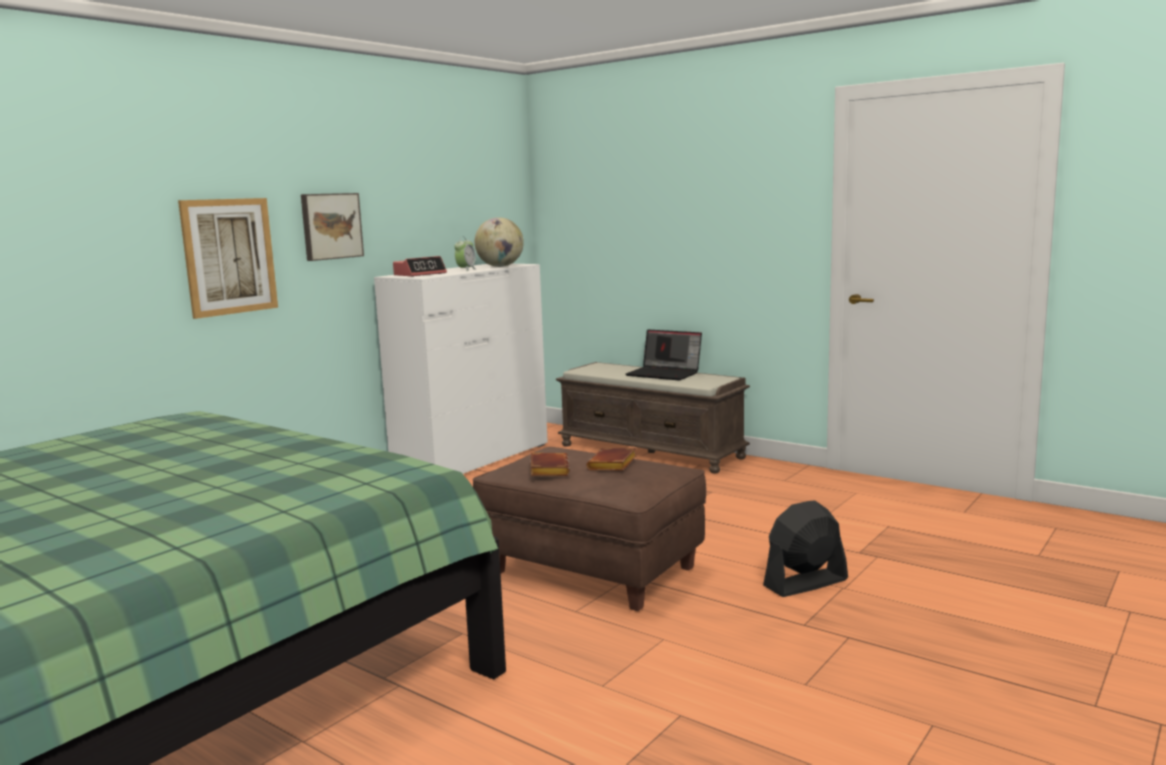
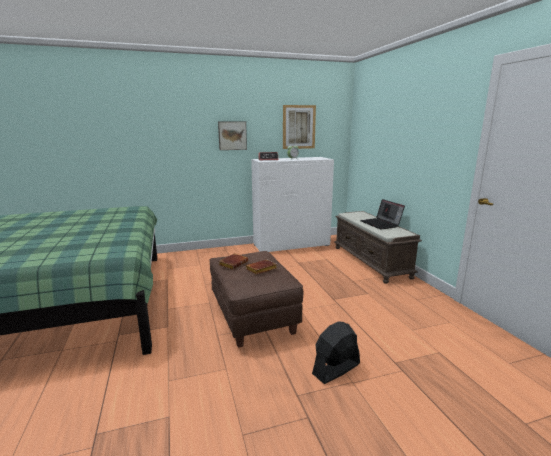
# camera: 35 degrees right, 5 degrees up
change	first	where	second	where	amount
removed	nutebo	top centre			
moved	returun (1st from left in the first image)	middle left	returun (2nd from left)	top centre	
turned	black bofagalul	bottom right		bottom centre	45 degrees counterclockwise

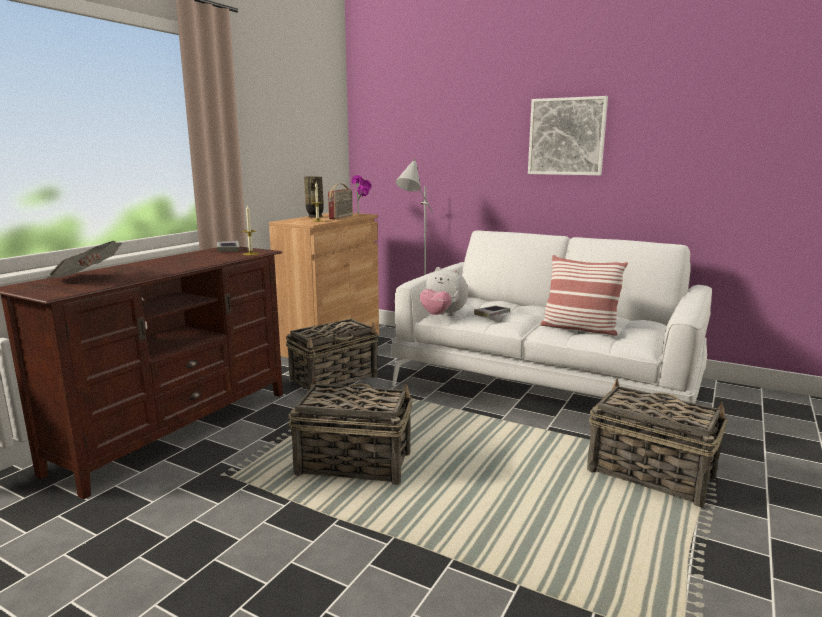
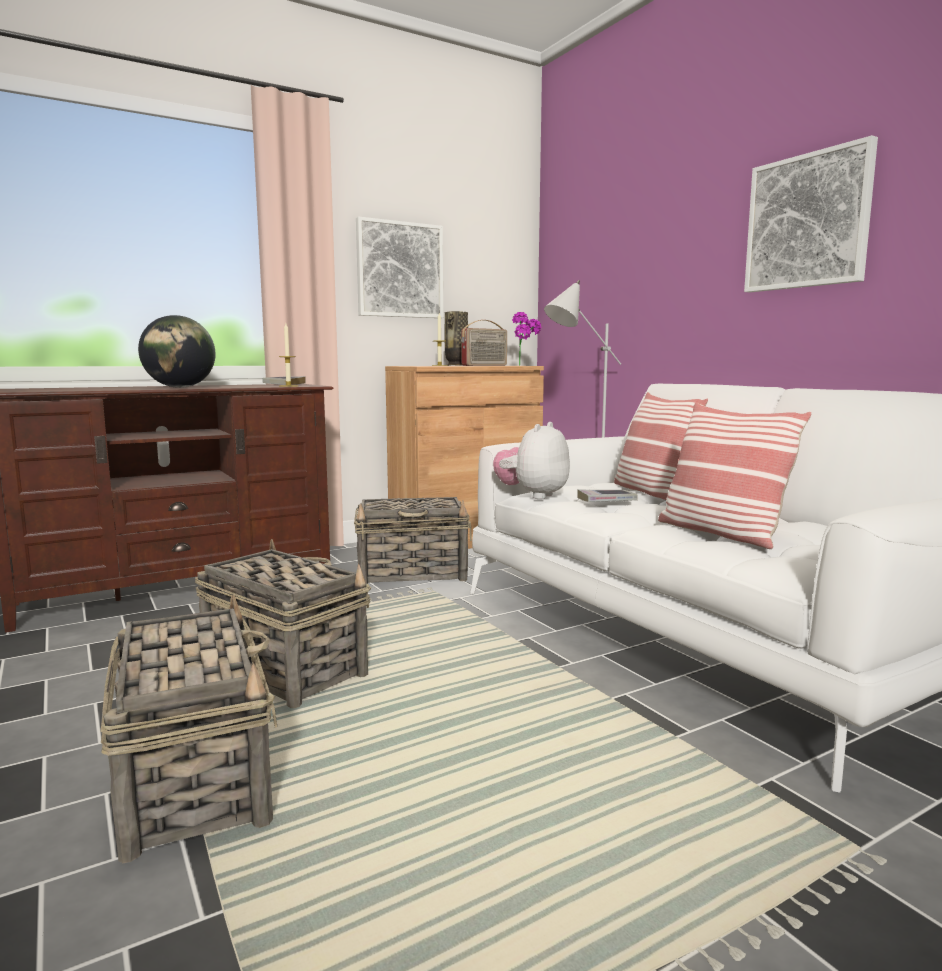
# camera: 30 degrees right, 5 degrees down
change	first	where	second	where	amount
removed	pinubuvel	middle left			
added			nutebo	middle left	
added			returun (1st from left)	top centre	
added			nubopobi (1st from left)	middle right	
moved	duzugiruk (3rd from left in the first image)	bottom right	duzugiruk (1st from left)	bottom left	
turned	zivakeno	centre		centre	60 degrees clockwise

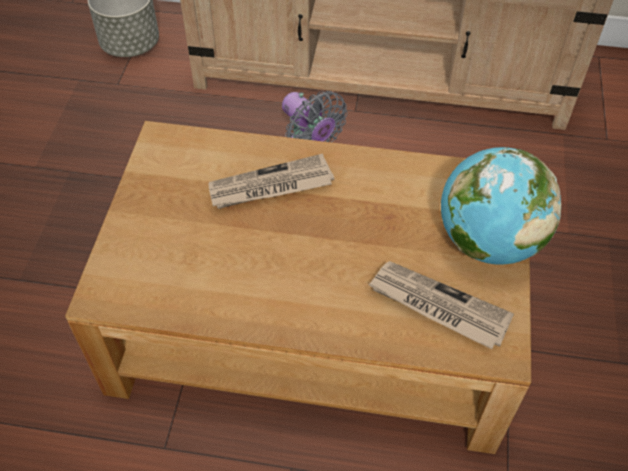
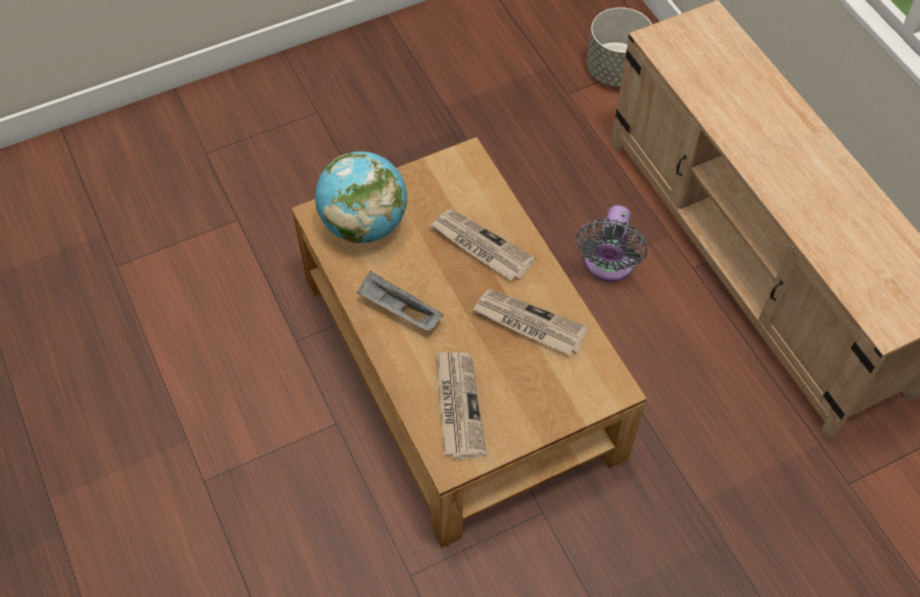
# camera: 55 degrees right, 5 degrees up
change	first	where	second	where	amount
added			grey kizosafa	centre	
added			pinubuvel (3rd from left)	centre	
moved	nutebo	middle right		top centre	

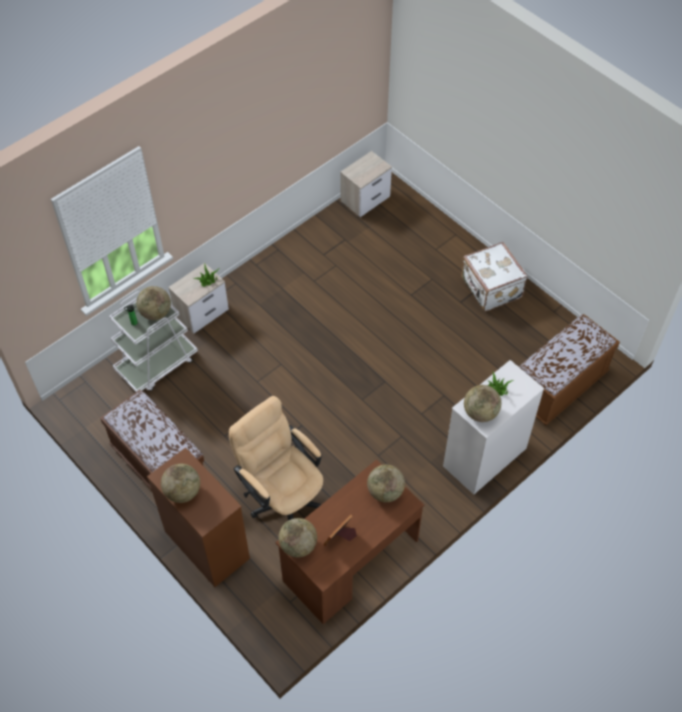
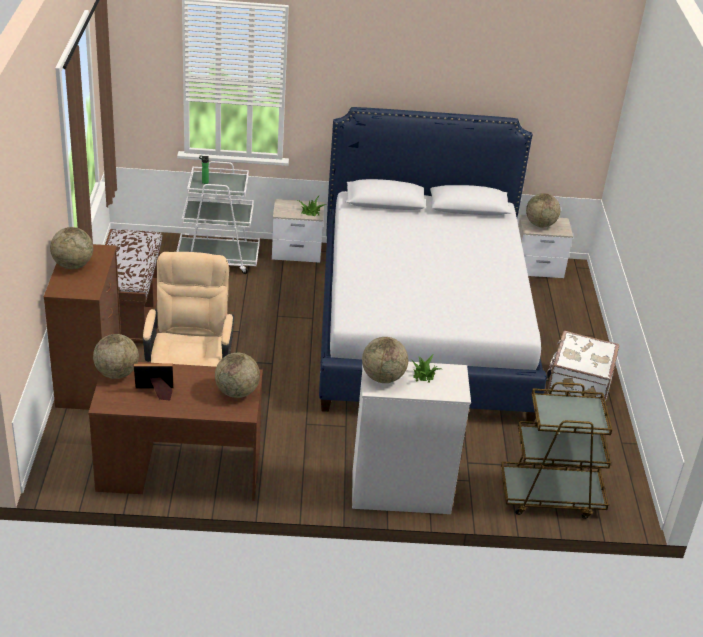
# camera: 40 degrees right, 20 degrees down
change	first	where	second	where	amount
added			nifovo	centre	
moved	nutebo (1st from left in the first image)	middle left	nutebo (5th from left)	top right	
replaced	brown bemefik (2nd from left)	middle right	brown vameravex	bottom right	

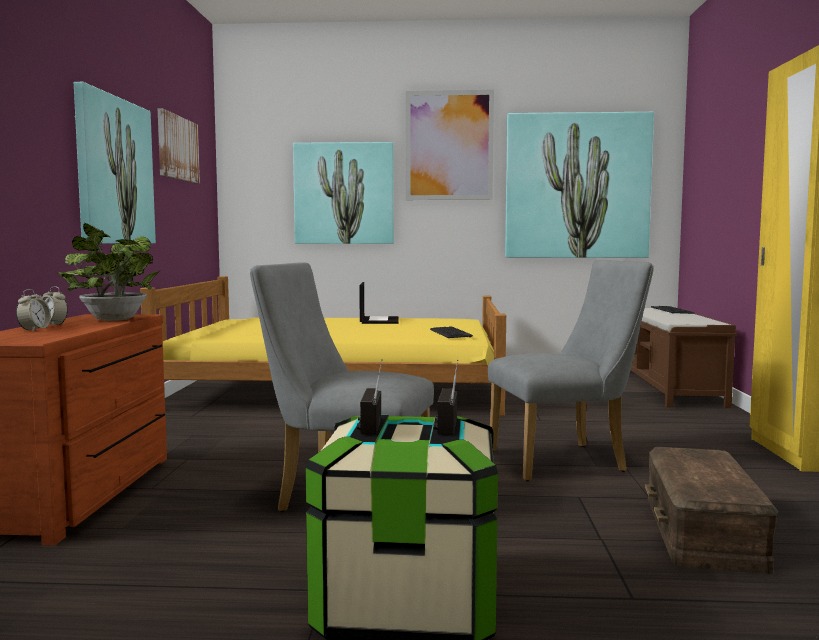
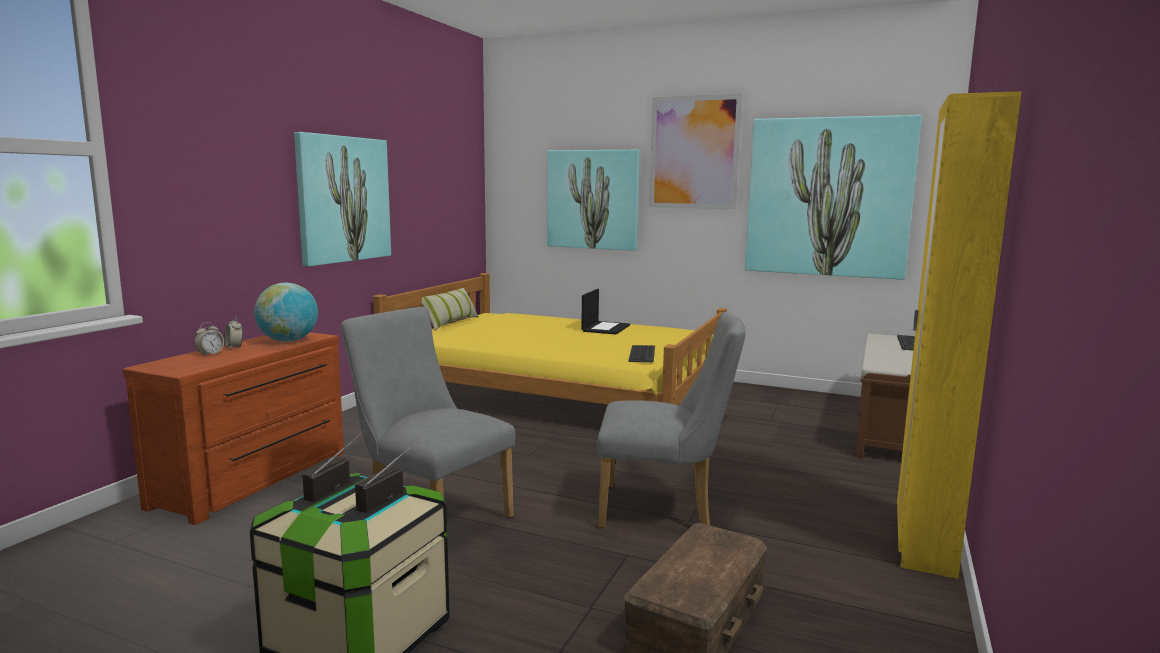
# camera: 20 degrees right, 5 degrees up
change	first	where	second	where	amount
removed	returun (2nd from left)	top left			
added			nubopobi	centre	
replaced	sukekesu	middle left	nutebo	middle left	

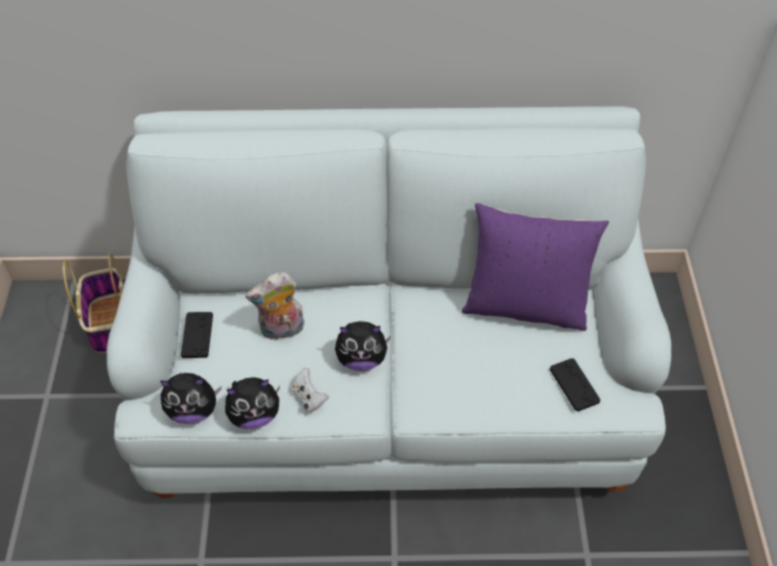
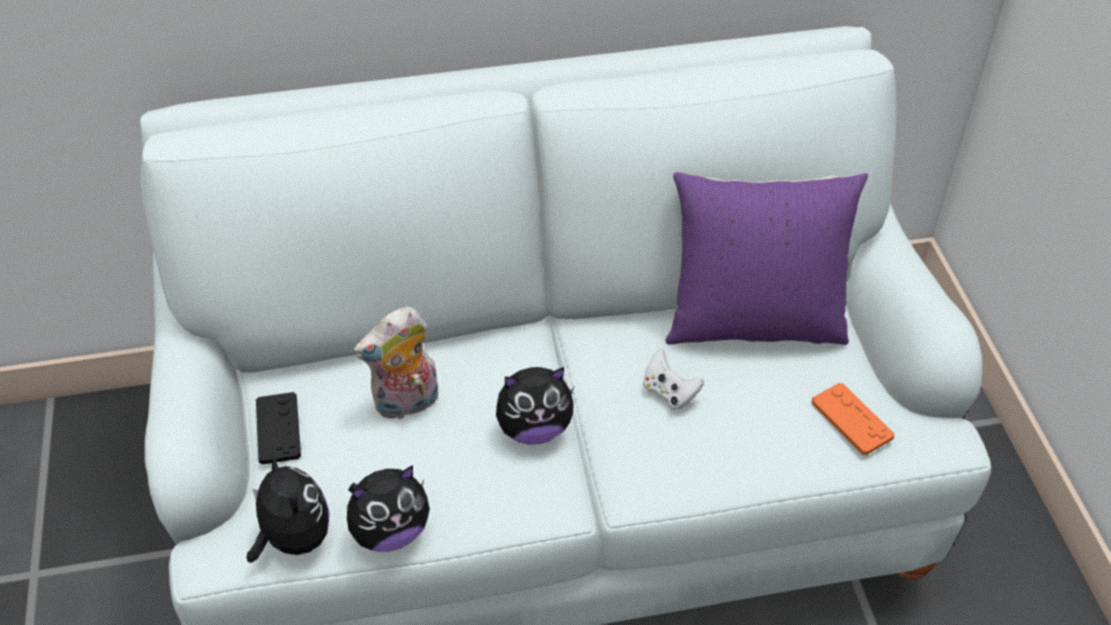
# camera: 10 degrees left, 5 degrees down
change	first	where	second	where	amount
removed	duzugiruk	middle left			
moved	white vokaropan	bottom centre		centre	
recoloured	black vokaropan (2nd from left)	bottom right	orange vokaropan	bottom right	
turned	zivakeno (1st from left)	bottom left		bottom left	105 degrees counterclockwise

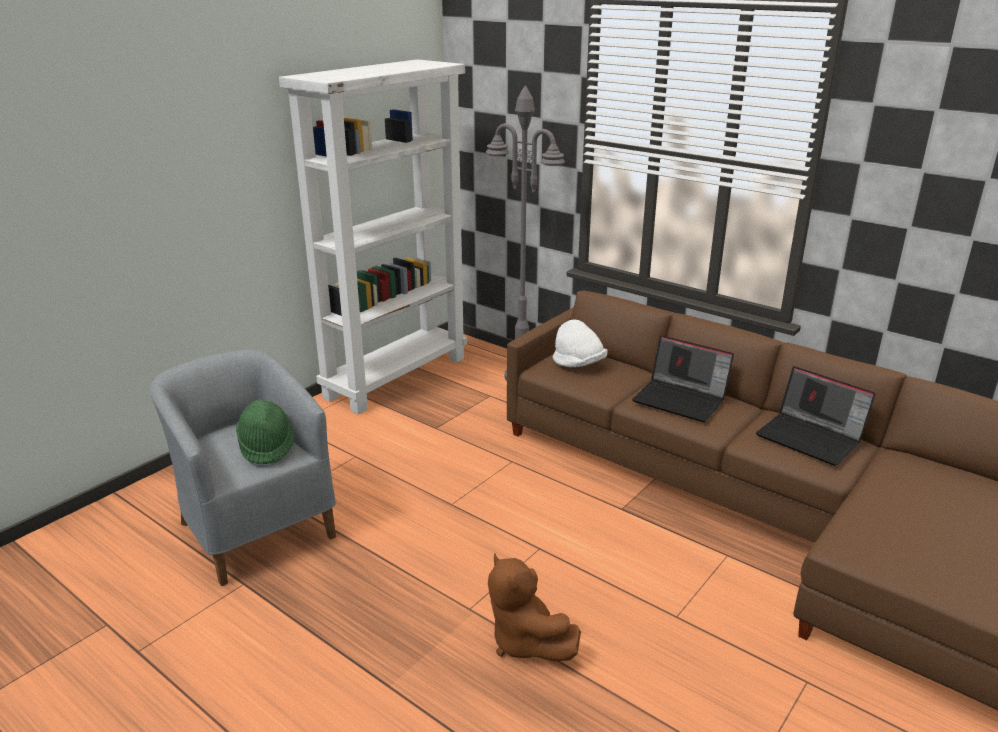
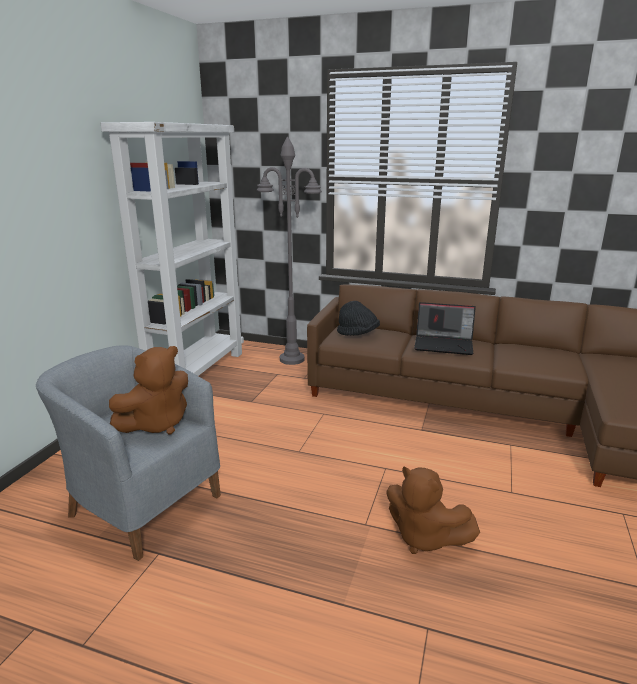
# camera: 20 degrees left, 5 degrees down
change	first	where	second	where	amount
removed	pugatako (2nd from left)	middle right			
replaced	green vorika	middle left	brown zivakeno (1st from left)	middle left	
recoloured	white vorika	centre	black vorika	centre	

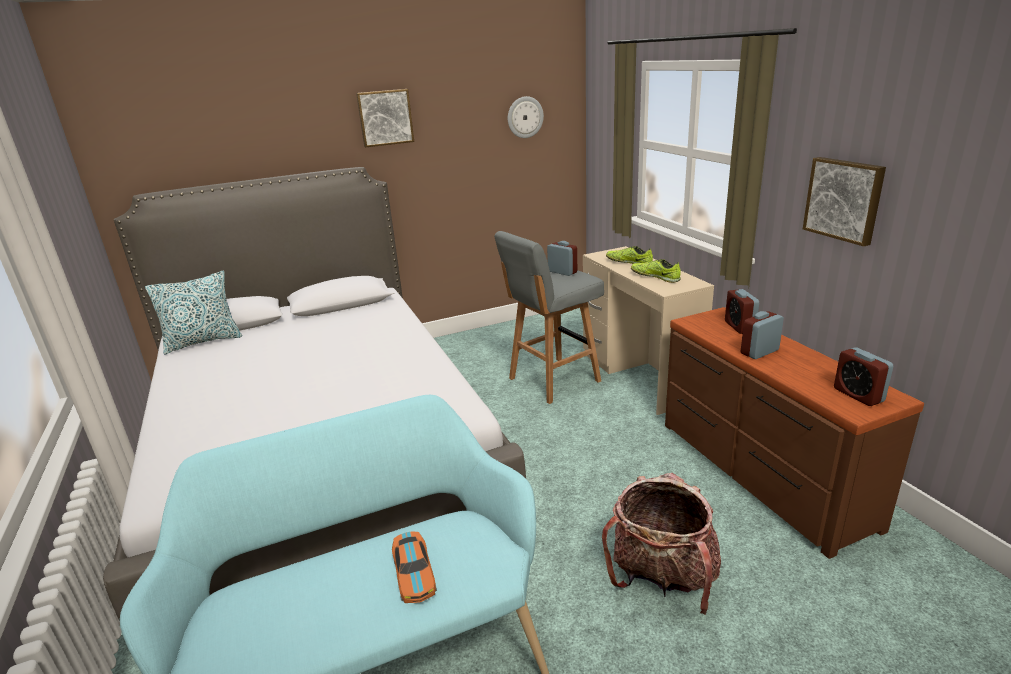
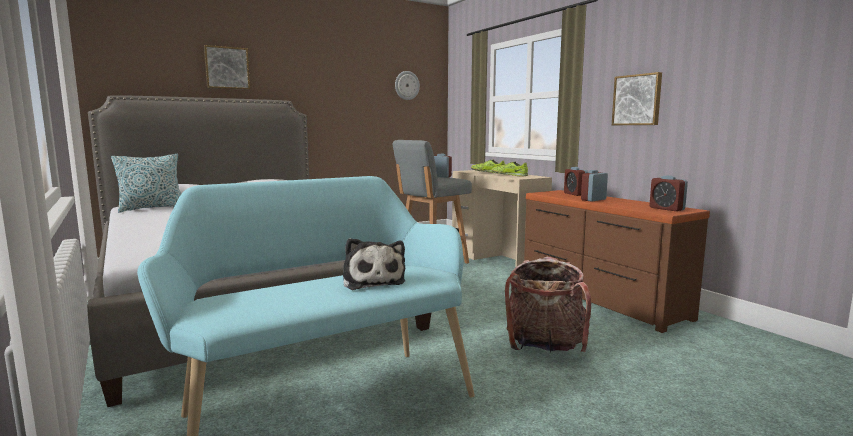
# camera: 10 degrees left, 15 degrees down
change	first	where	second	where	amount
moved	returun (1st from left)	top centre		top left	
replaced	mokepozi	bottom centre	zivakeno	centre	

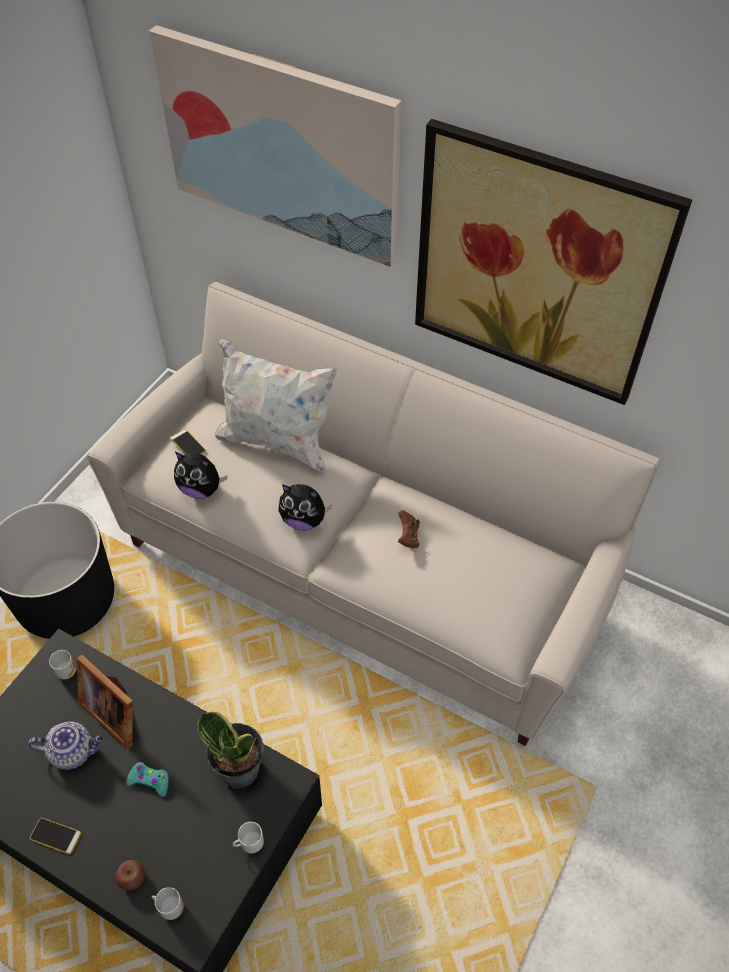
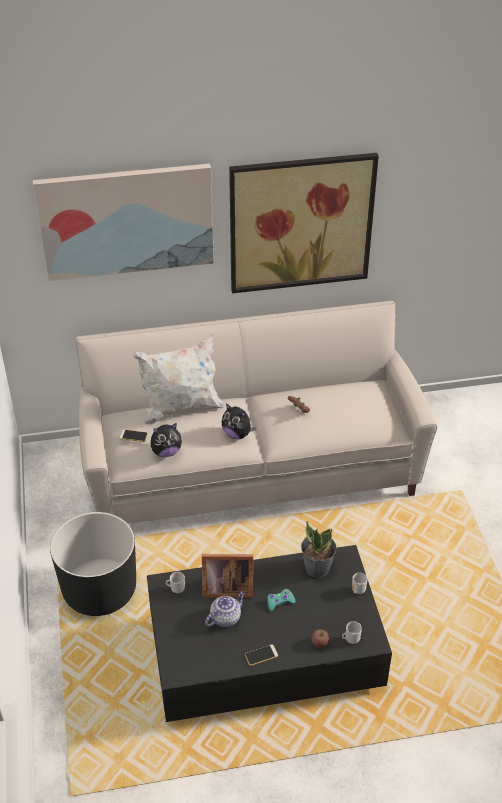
# camera: 40 degrees left, 10 degrees down
change	first	where	second	where	amount
turned	zivakeno (2nd from left)	centre		centre	60 degrees clockwise

